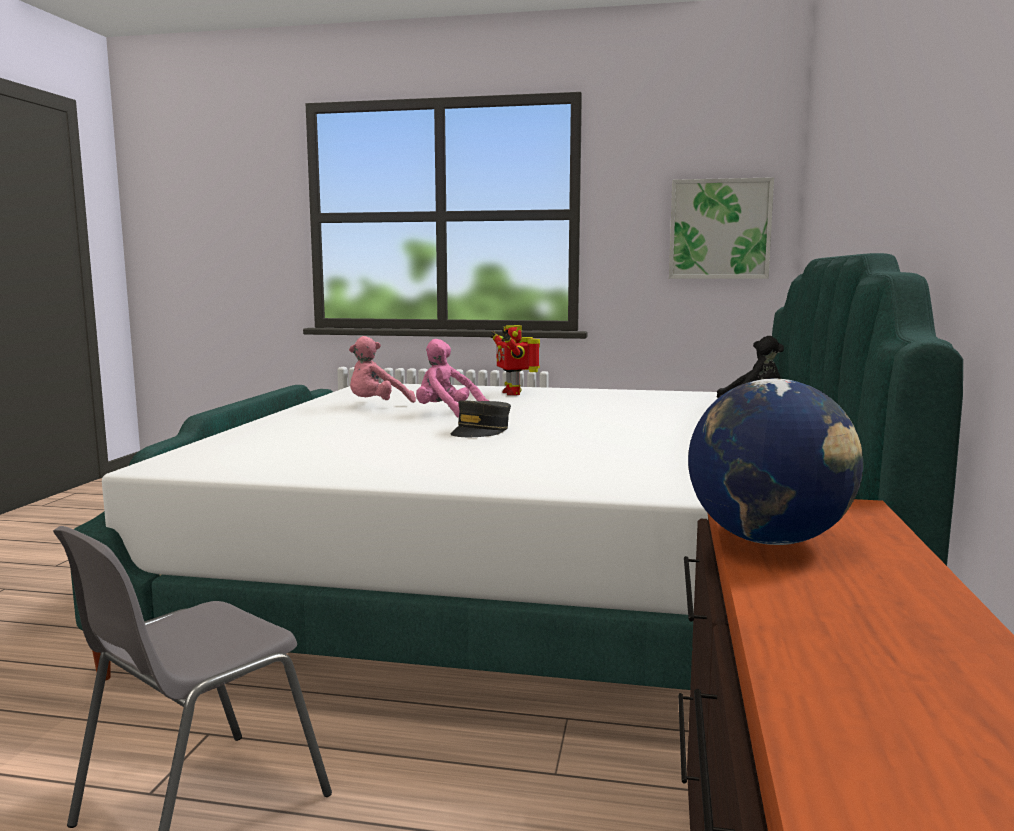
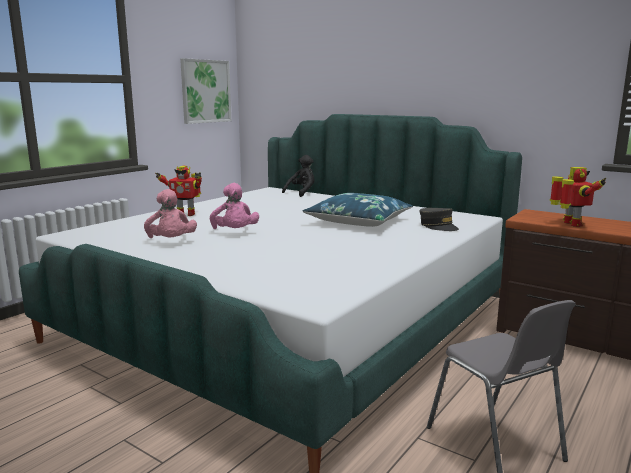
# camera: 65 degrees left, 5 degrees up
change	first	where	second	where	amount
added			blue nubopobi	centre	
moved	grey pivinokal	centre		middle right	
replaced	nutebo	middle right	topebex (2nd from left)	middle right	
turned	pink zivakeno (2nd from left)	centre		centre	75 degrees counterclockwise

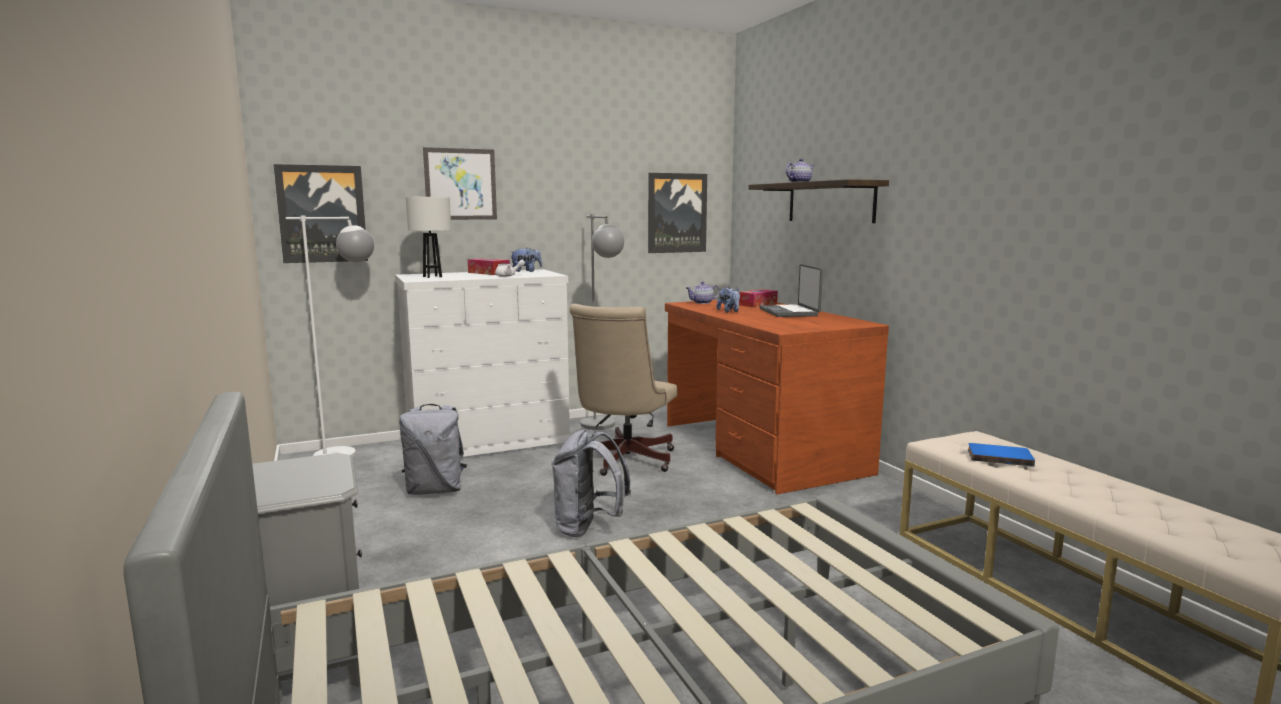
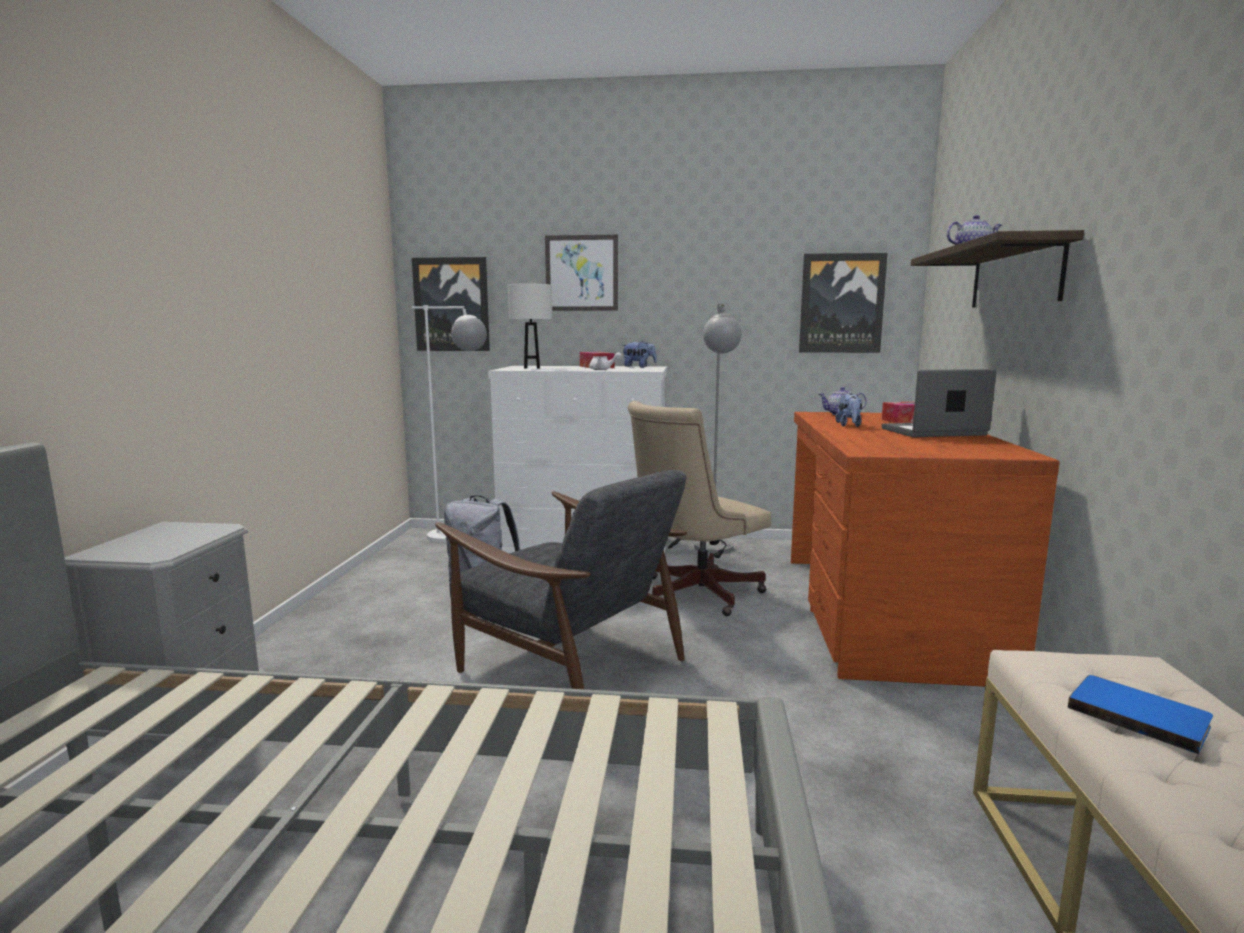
# camera: 30 degrees right, 0 degrees up
change	first	where	second	where	amount
replaced	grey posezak (2nd from left)	bottom centre	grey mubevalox	centre	
turned	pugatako	centre		middle right	60 degrees clockwise

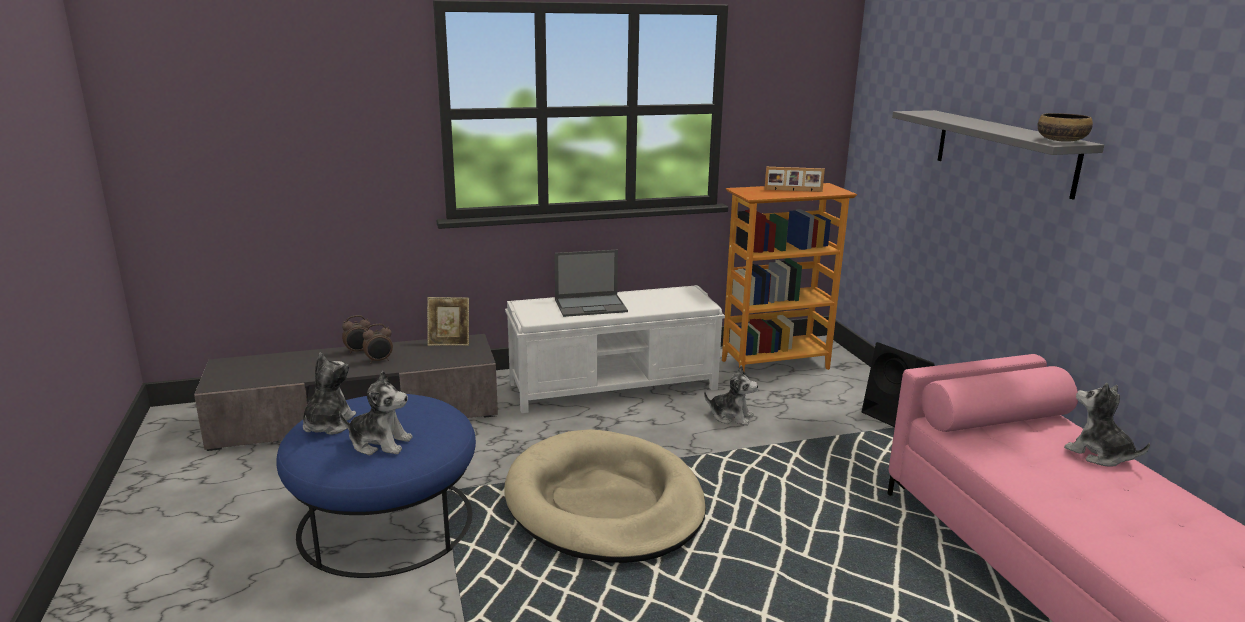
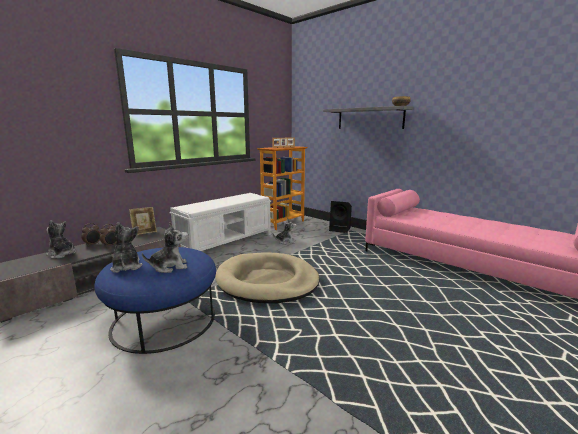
# camera: 30 degrees left, 5 degrees down
change	first	where	second	where	amount
removed	pugatako	centre			
moved	zivakeno (4th from left in the first image)	bottom right	zivakeno (1st from left)	middle left	

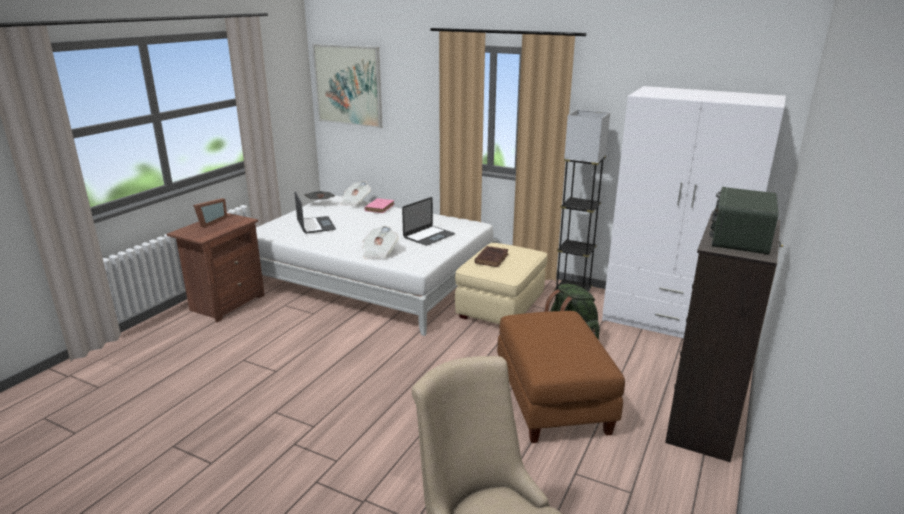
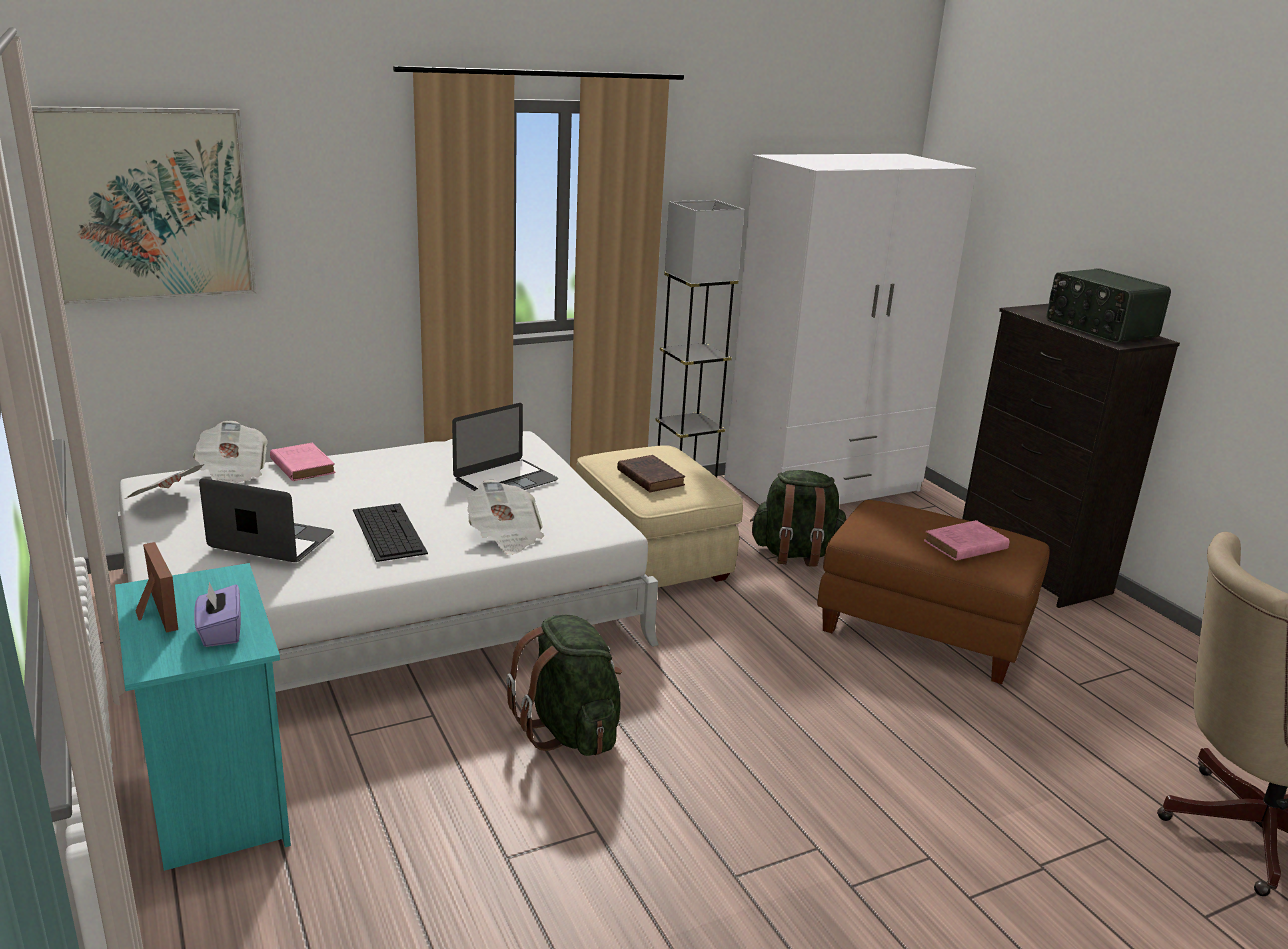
# camera: 55 degrees left, 0 degrees up
change	first	where	second	where	amount
added			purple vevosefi	middle left	
added			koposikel	middle left	
added			green posezak (1st from left)	bottom centre	
added			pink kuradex (2nd from left)	middle right	
recoloured	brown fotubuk	middle left	turquoise fotubuk	bottom left	
turned	pugatako (2nd from left)	centre		centre	60 degrees clockwise

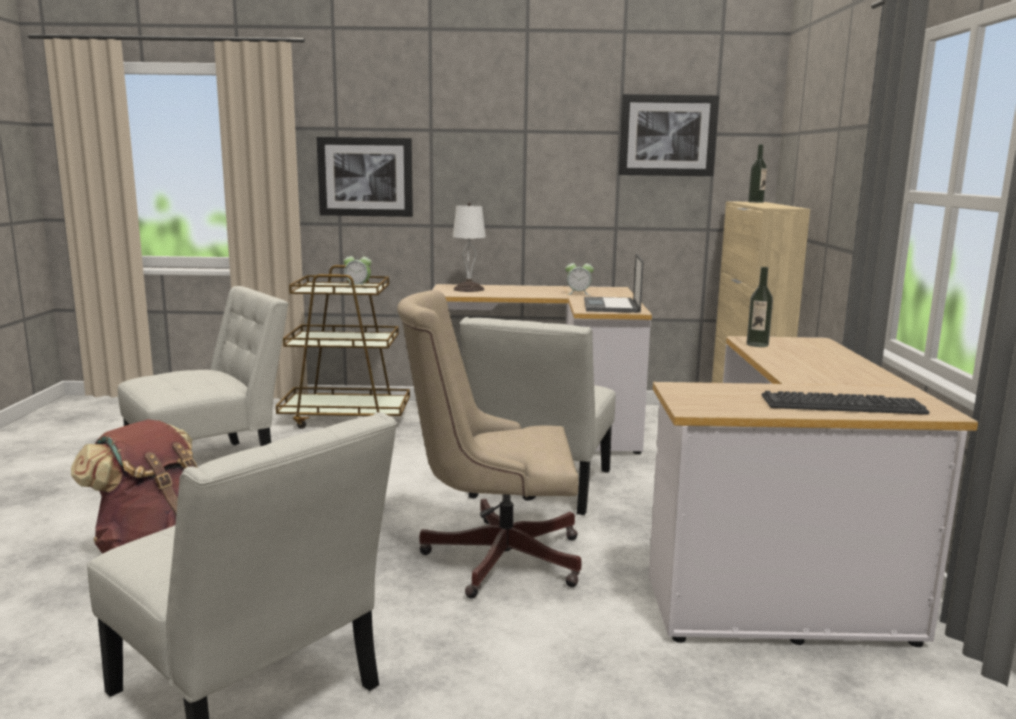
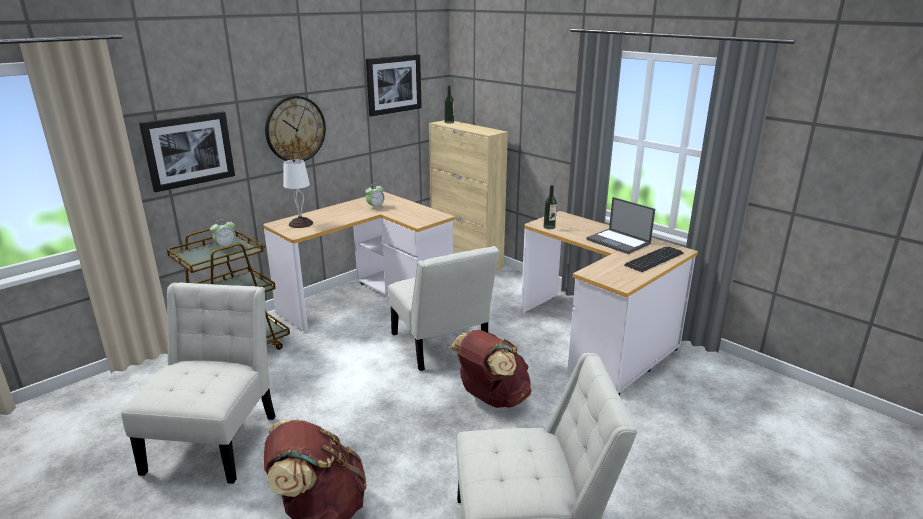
# camera: 45 degrees left, 10 degrees up
change	first	where	second	where	amount
added			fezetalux	top left	
moved	pugatako	centre		middle right	
replaced	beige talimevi	centre	brown posezak (2nd from left)	bottom centre	

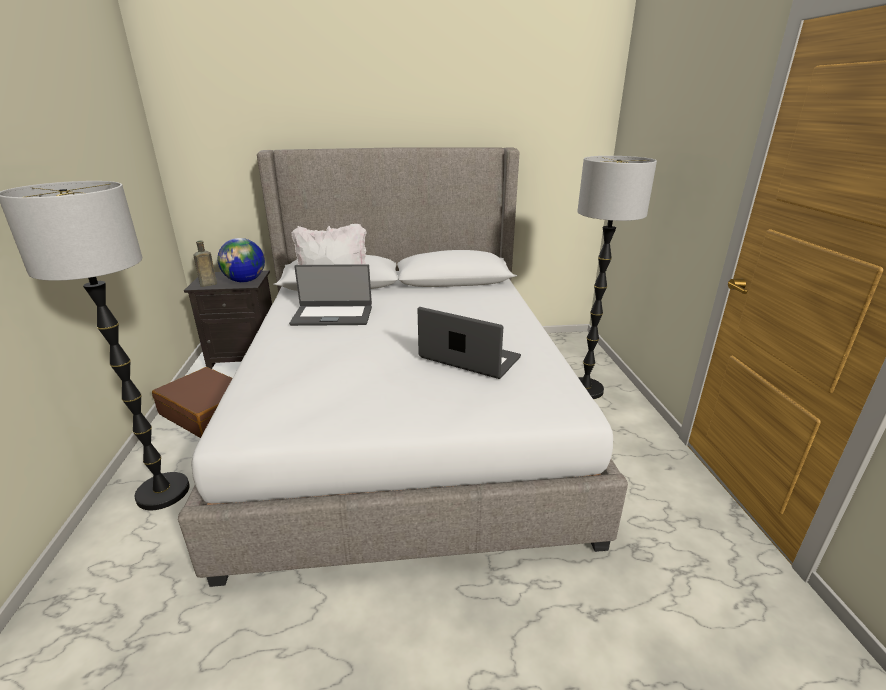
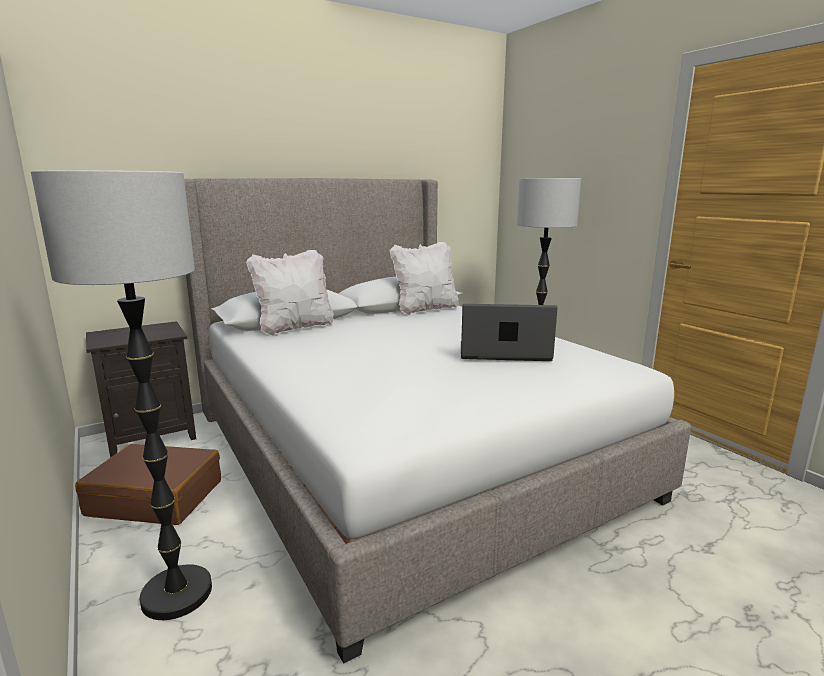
# camera: 25 degrees left, 10 degrees down
change	first	where	second	where	amount
removed	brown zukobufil	middle left			
removed	nutebo	middle left			
removed	pugatako (1st from left)	centre			
added			white nubopobi (2nd from left)	centre	

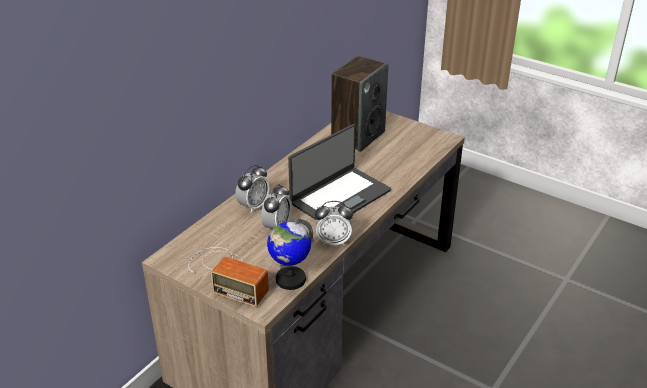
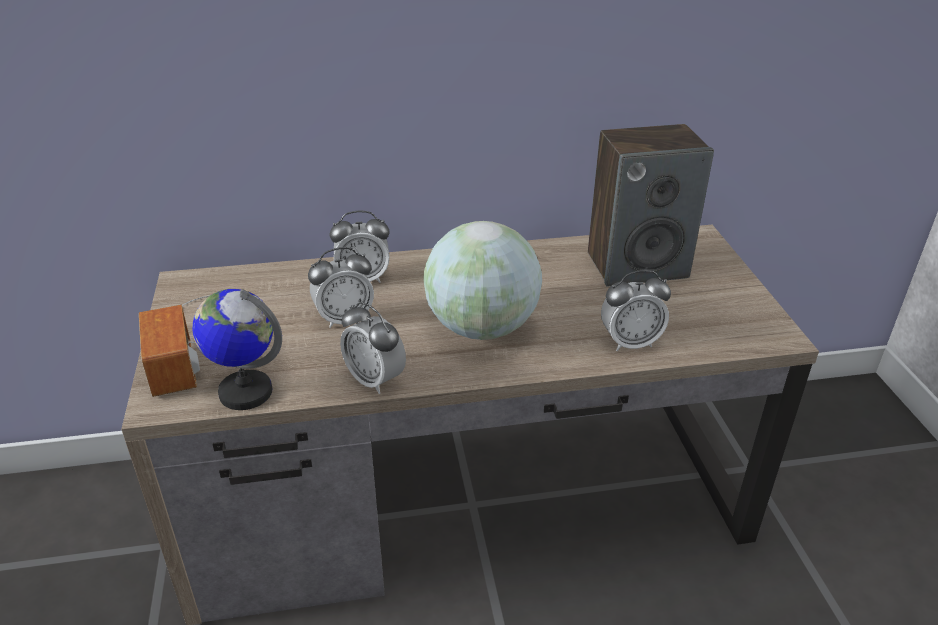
# camera: 45 degrees right, 0 degrees up
change	first	where	second	where	amount
added			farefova (4th from left)	middle right	
replaced	pugatako	centre	nutebo (2nd from left)	centre	

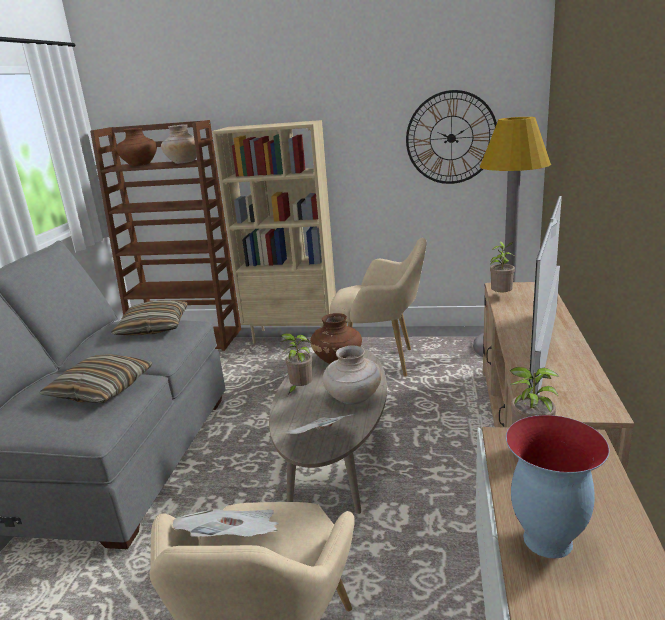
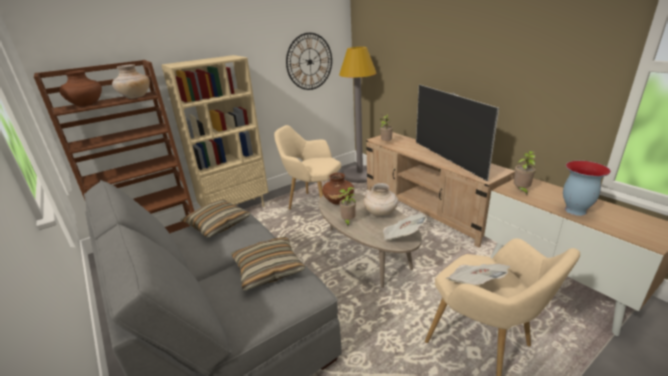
# camera: 45 degrees left, 5 degrees up
change	first	where	second	where	amount
turned	beige mubevalox (2nd from left in the first image)	centre	beige mubevalox (1st from left)	centre	120 degrees counterclockwise

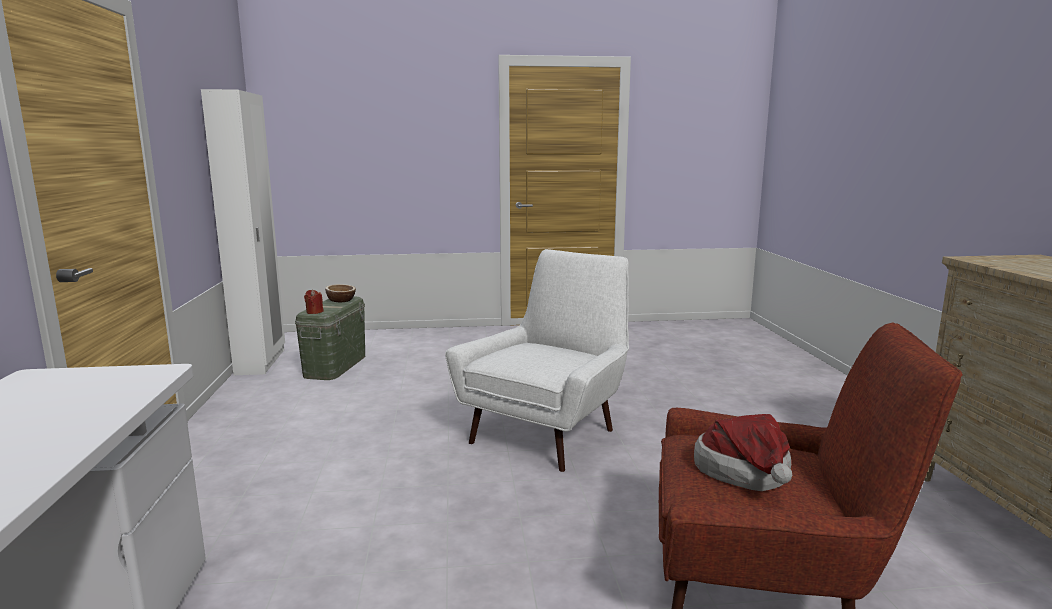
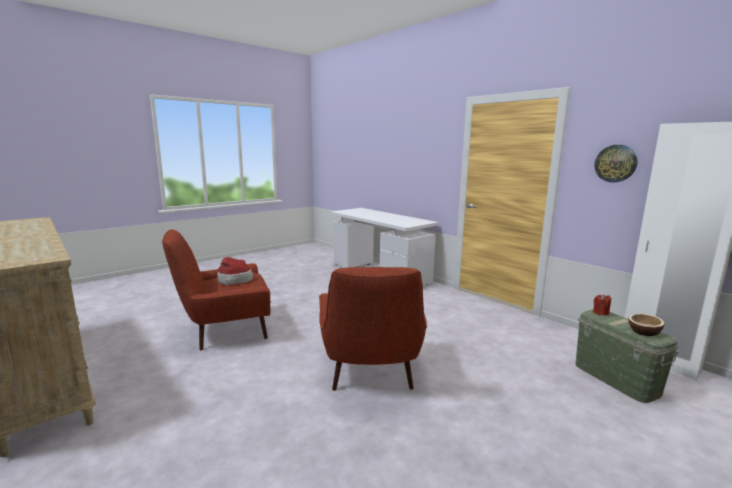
# camera: 145 degrees right, 0 degrees up
change	first	where	second	where	amount
added			fezetalux	middle right	
recoloured	white mubevalox	centre	red mubevalox (2nd from left)	bottom centre	

